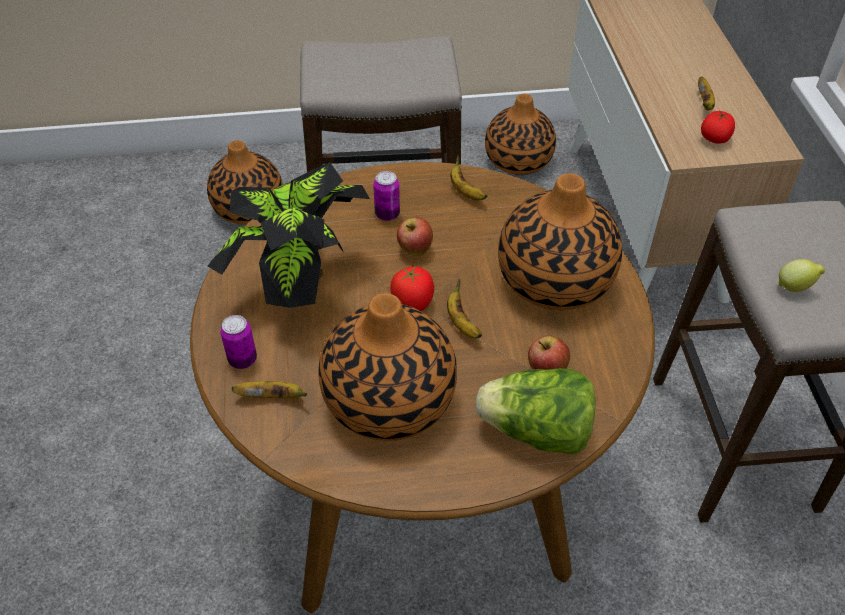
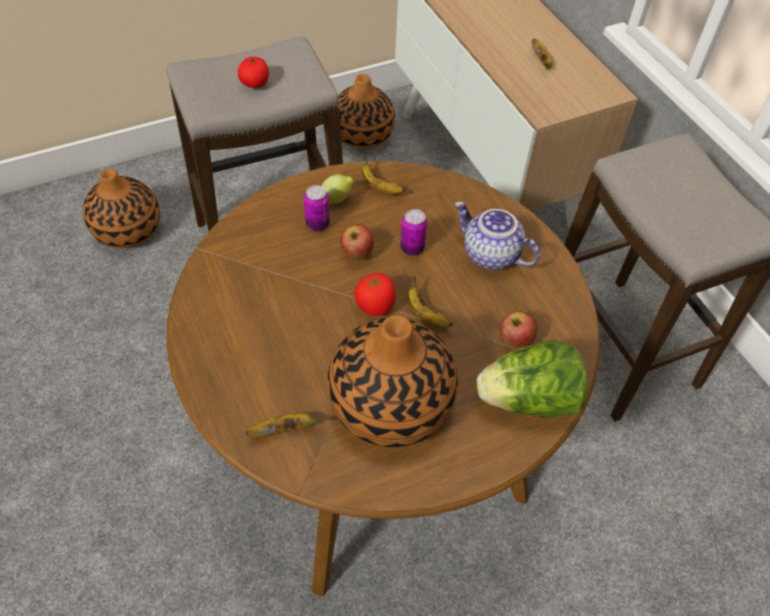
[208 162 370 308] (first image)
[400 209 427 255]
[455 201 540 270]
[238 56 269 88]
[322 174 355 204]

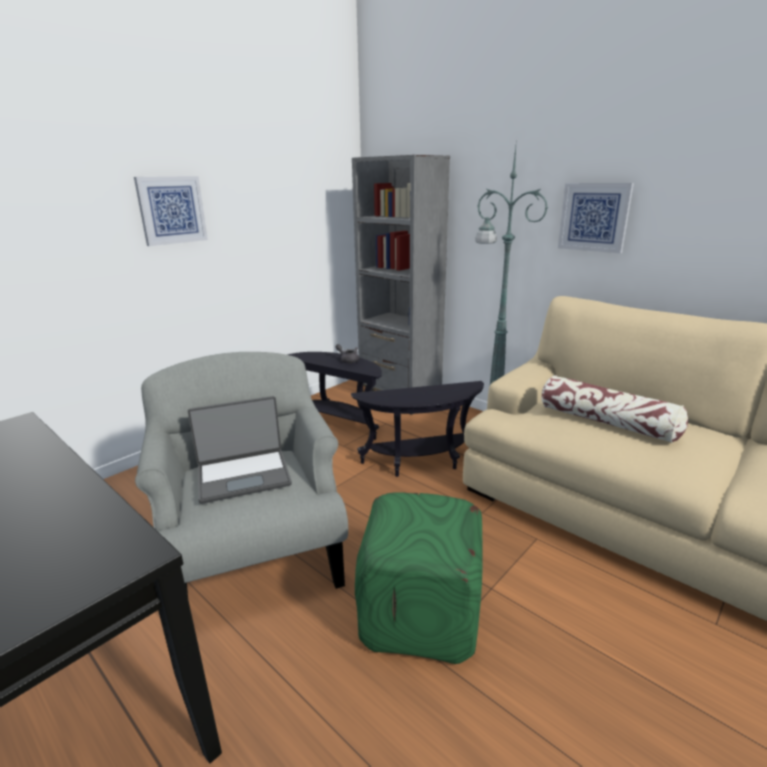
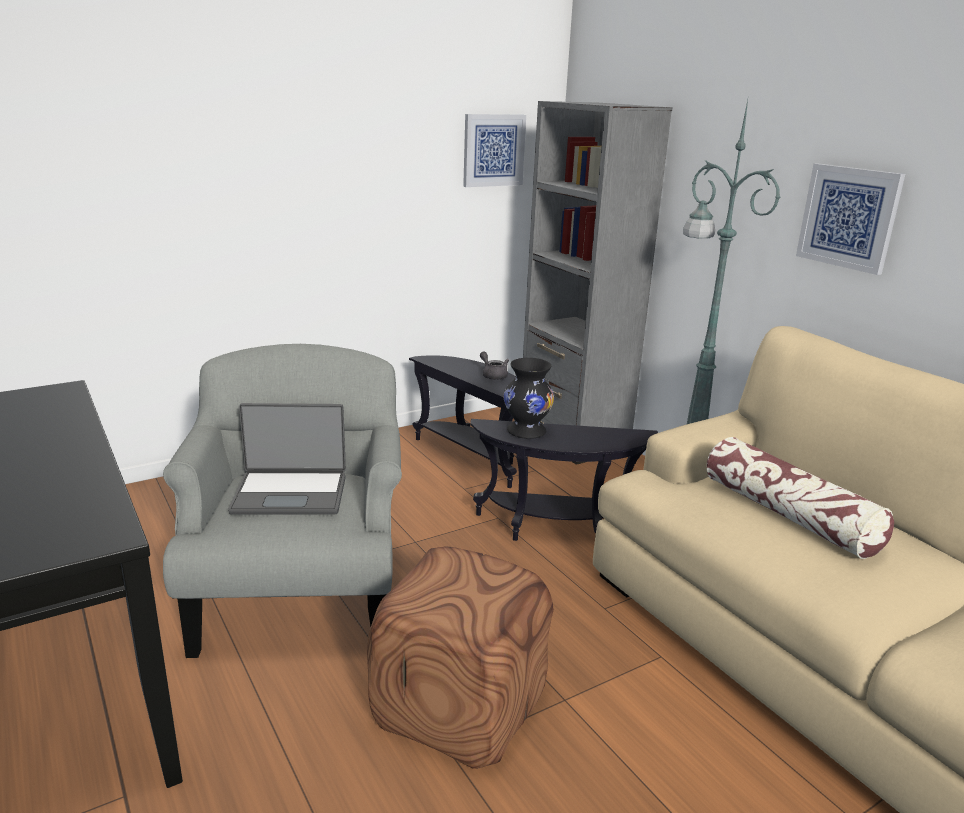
[463 114 526 187]
[367 547 554 769]
[504 358 554 439]

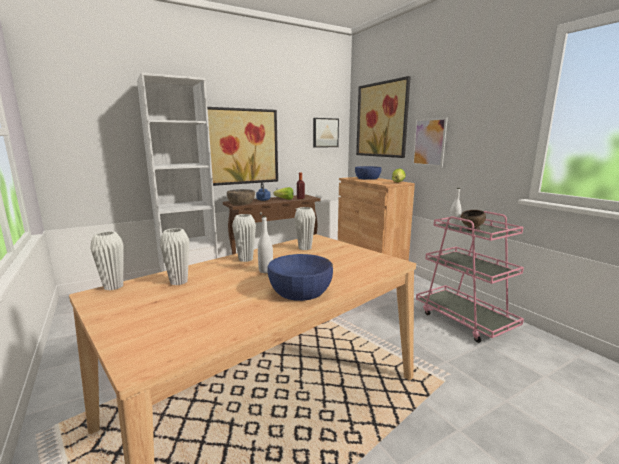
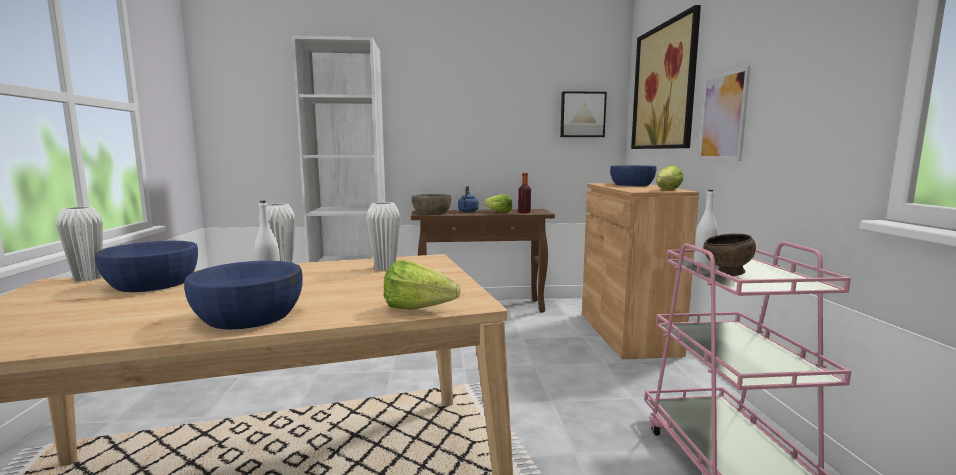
[95 241 198 292]
[207 107 278 186] (first image)
[384 260 461 310]

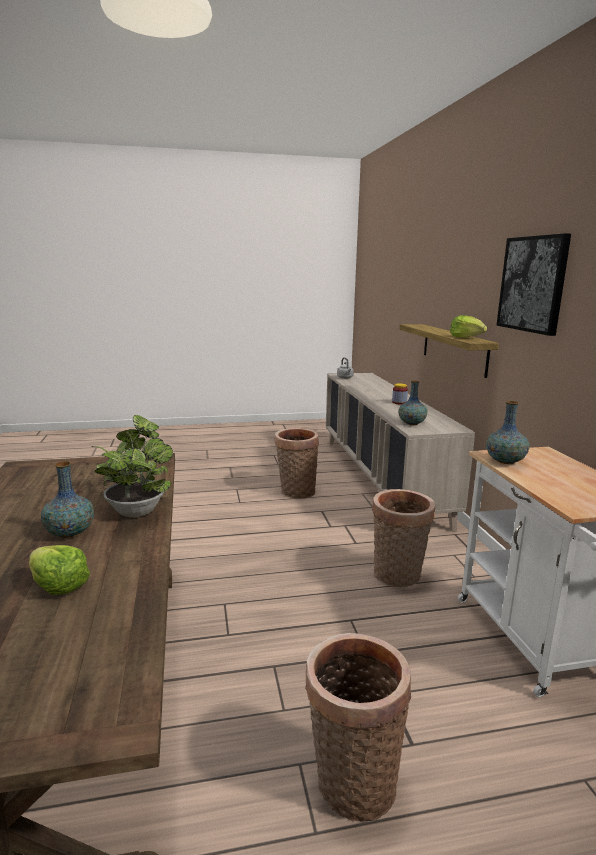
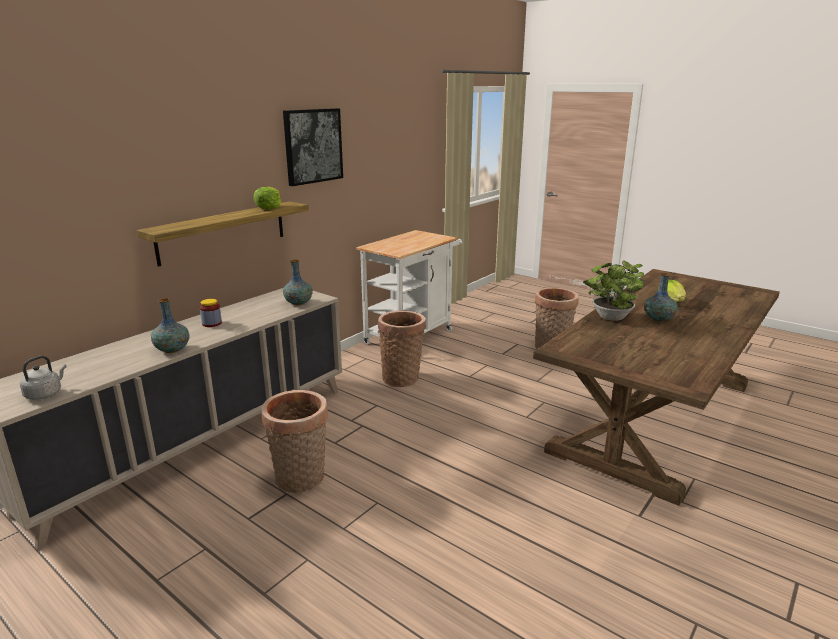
[151 298 189 353]

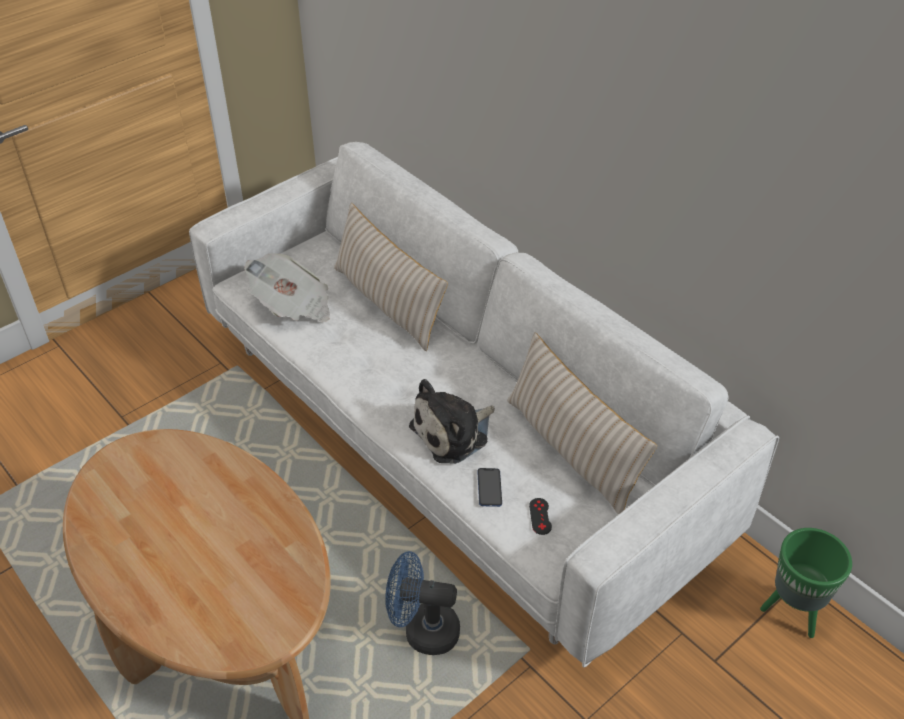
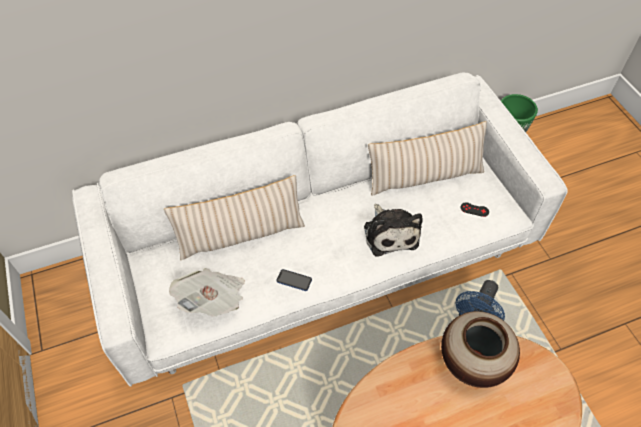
[277 269 312 291]
[441 311 520 388]

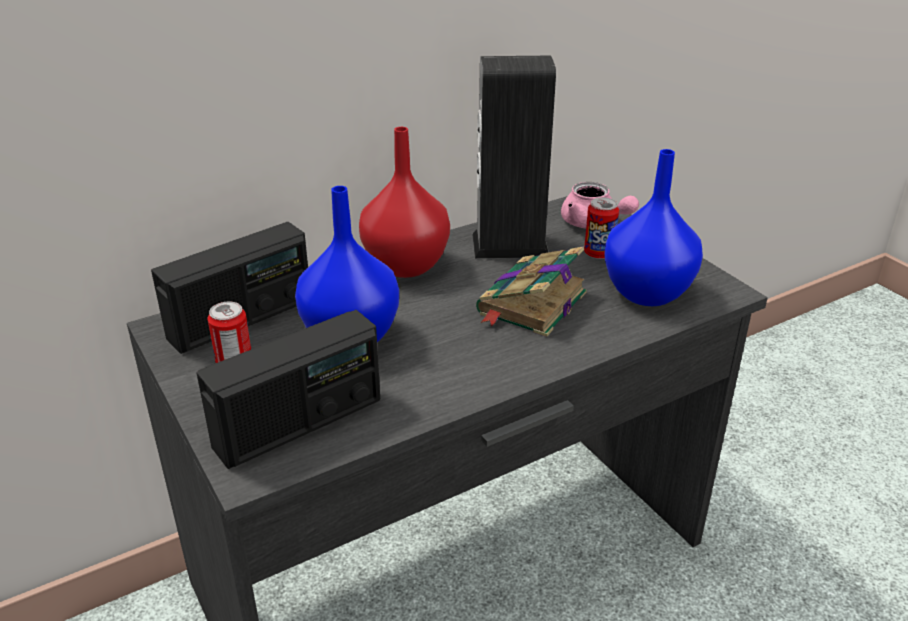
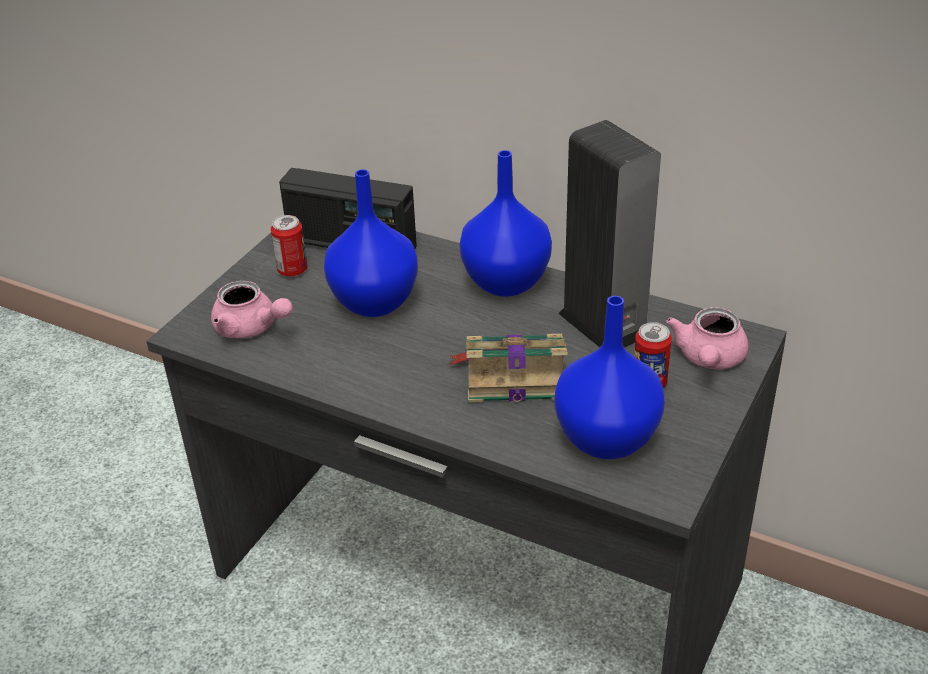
[211 281 293 338]
[459 150 552 297]

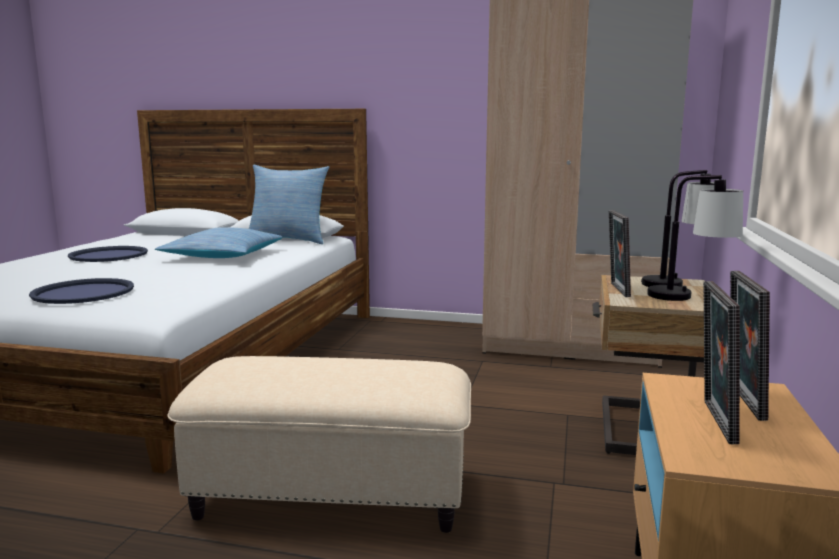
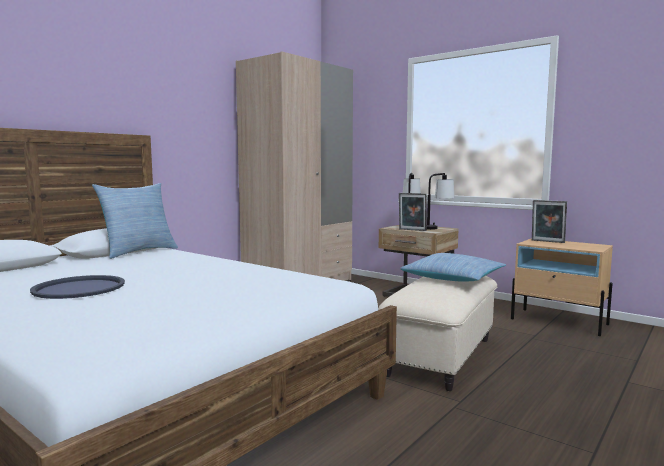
[29 278 134 304] (first image)
[400 253 506 282]
[703 281 740 445] (first image)

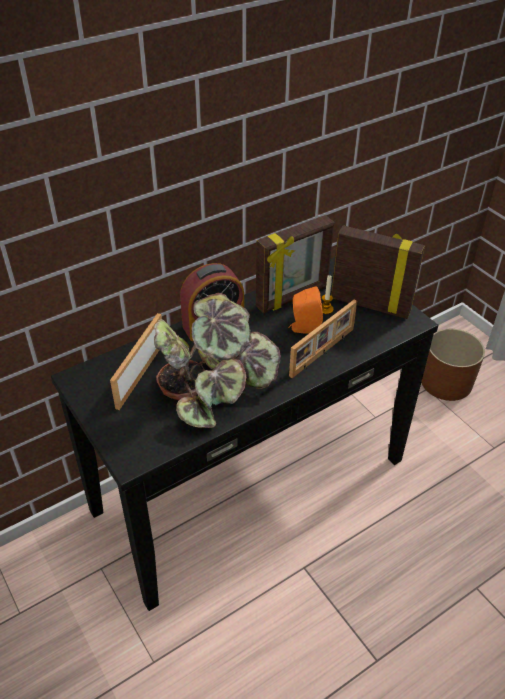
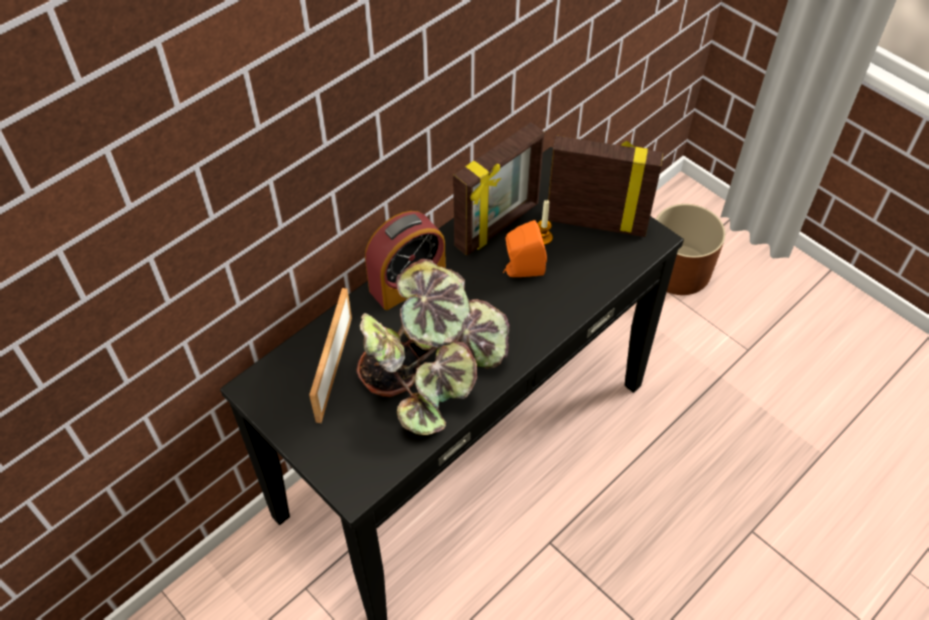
[289 299 357 378] (first image)

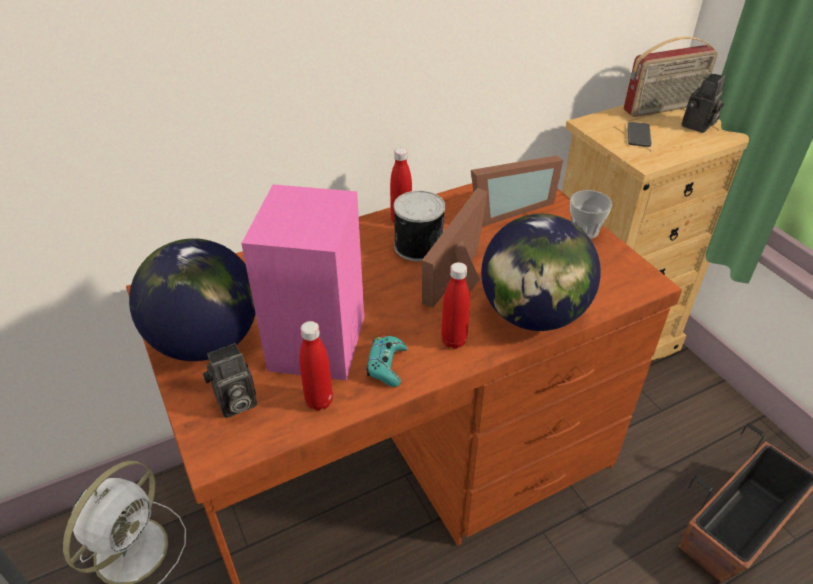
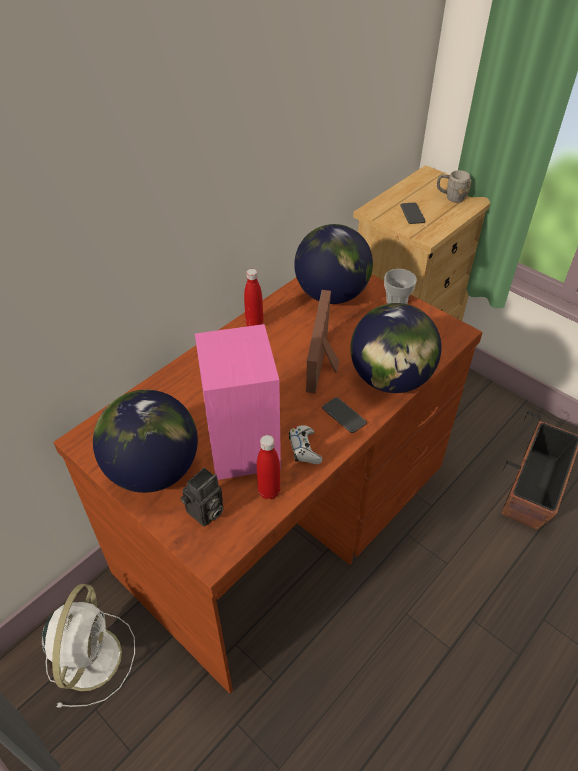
[289 425 322 464]
[394 191 445 262] (first image)
[322 397 367 433]
[294 224 373 304]
[624 36 718 117] (first image)
[437 170 471 203]

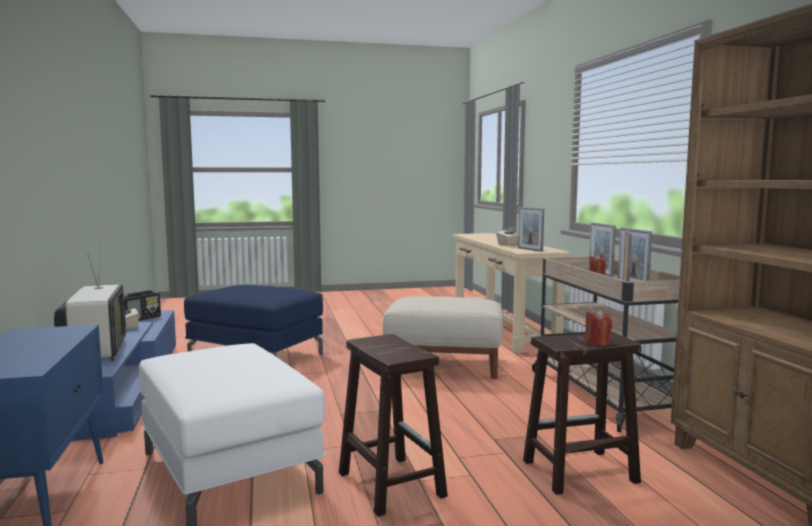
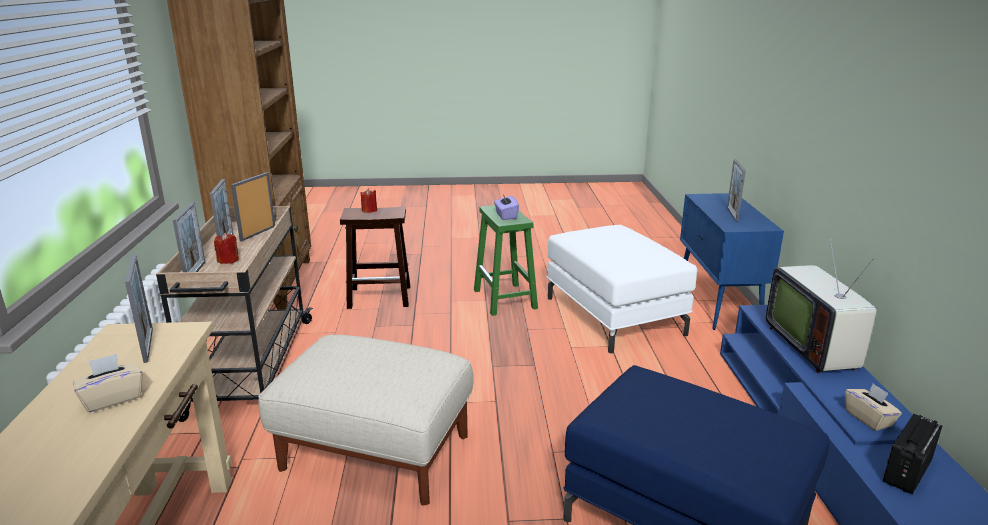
[474 205 538 316]
[494 194 519 220]
[727 159 746 222]

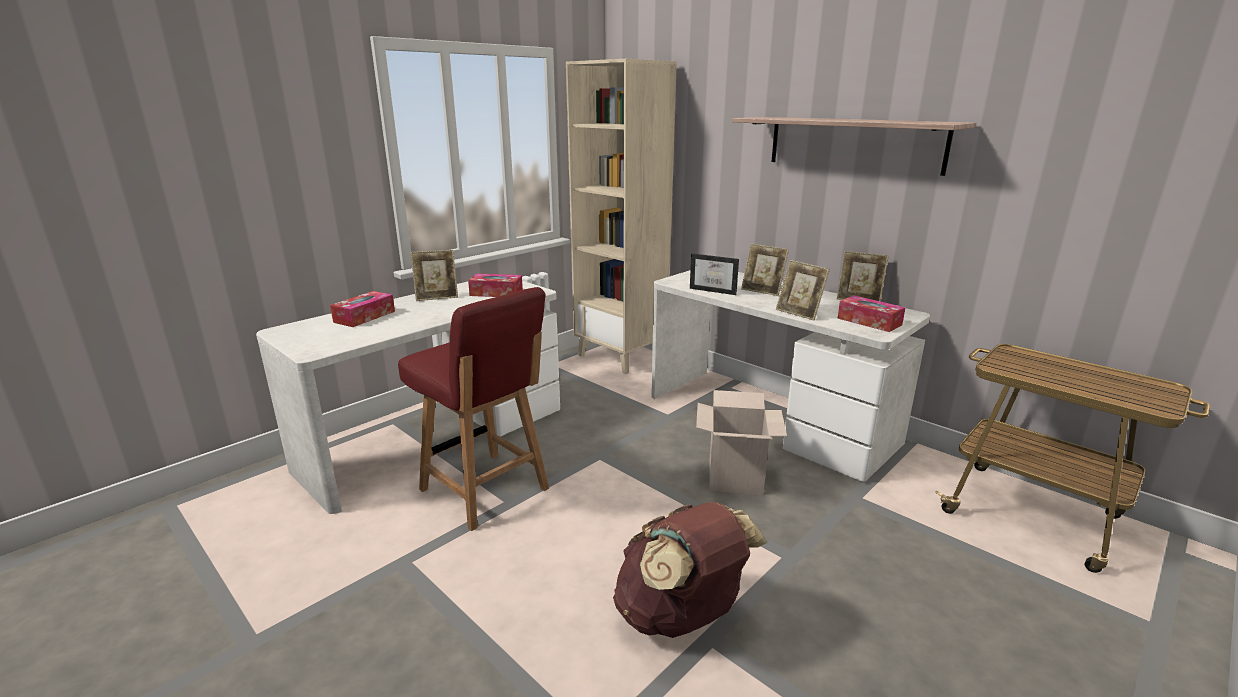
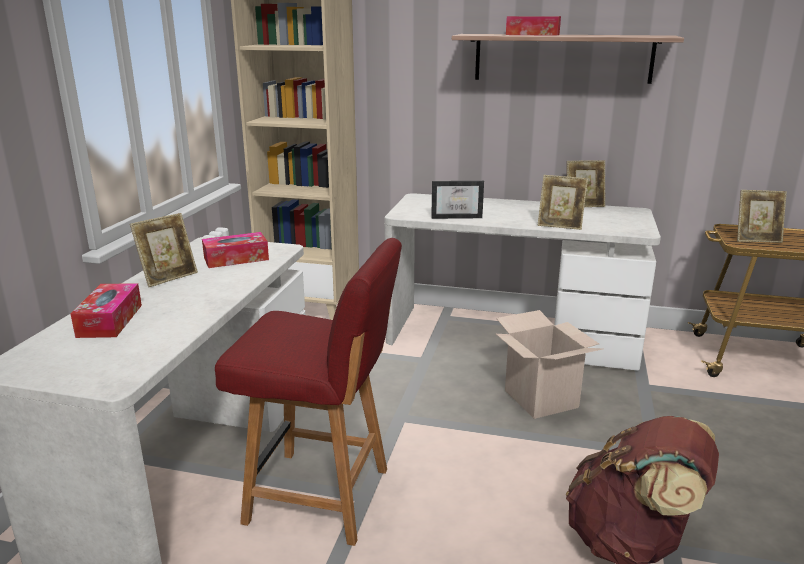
[737 190 787 243]
[506 16 561 36]

